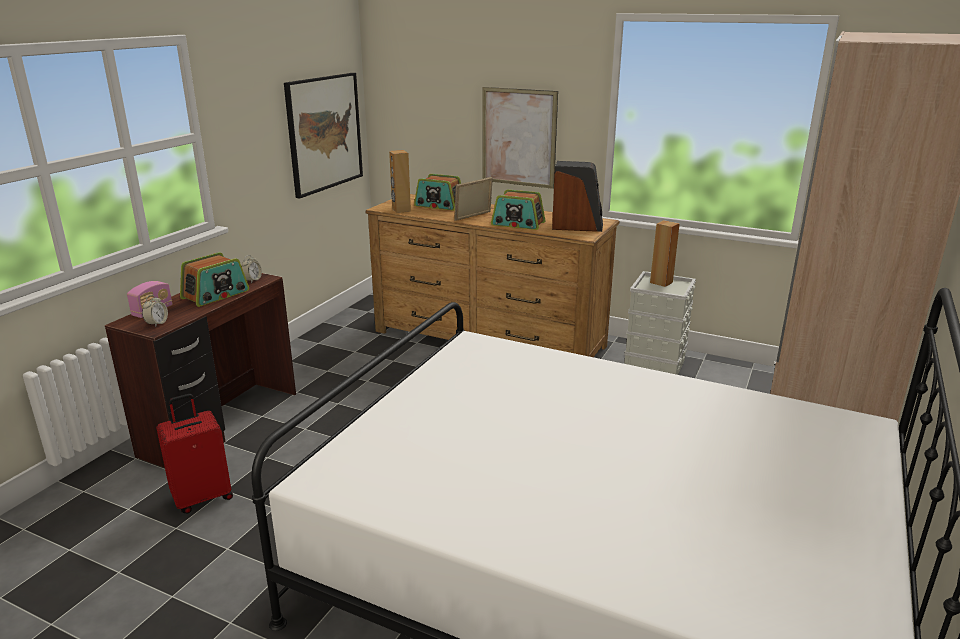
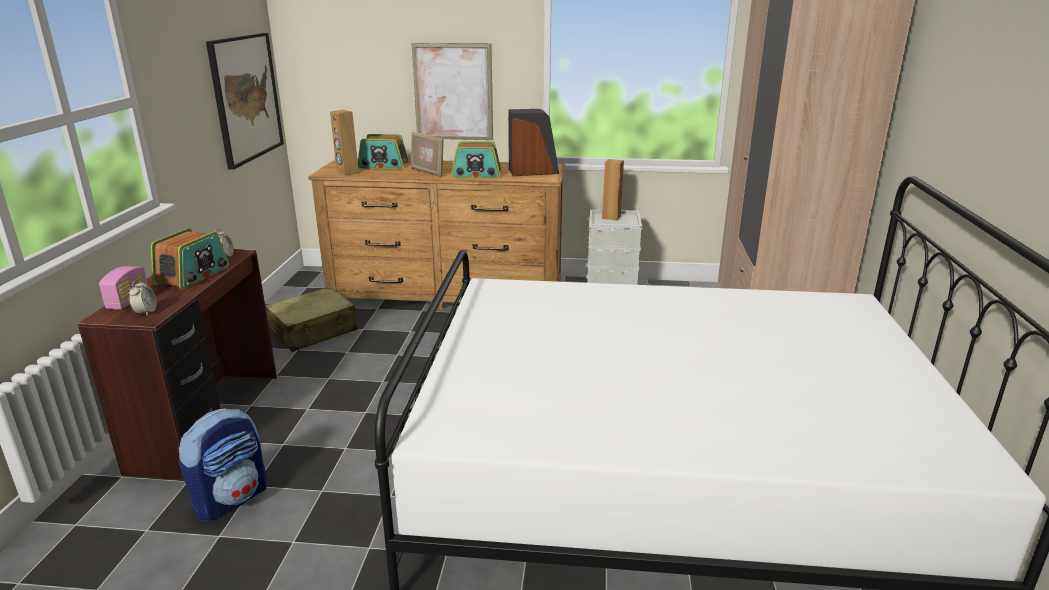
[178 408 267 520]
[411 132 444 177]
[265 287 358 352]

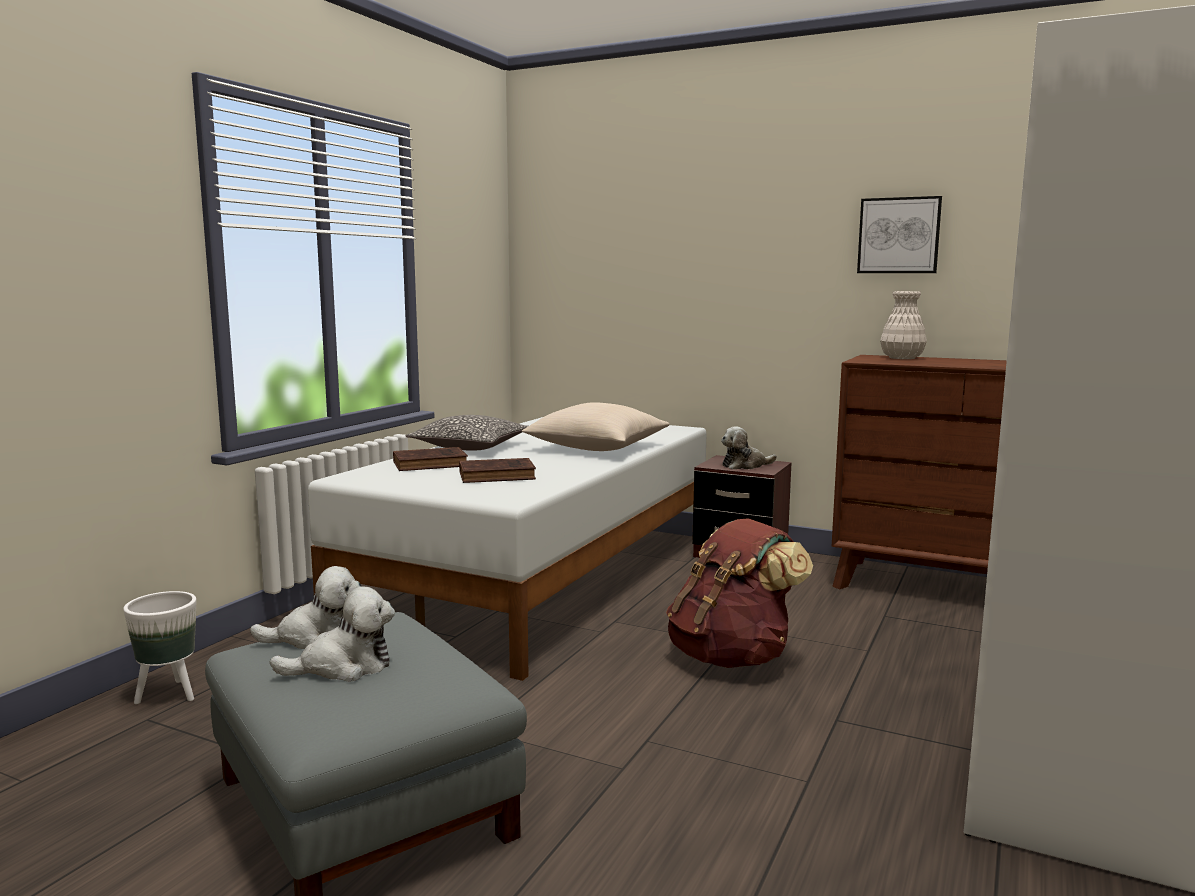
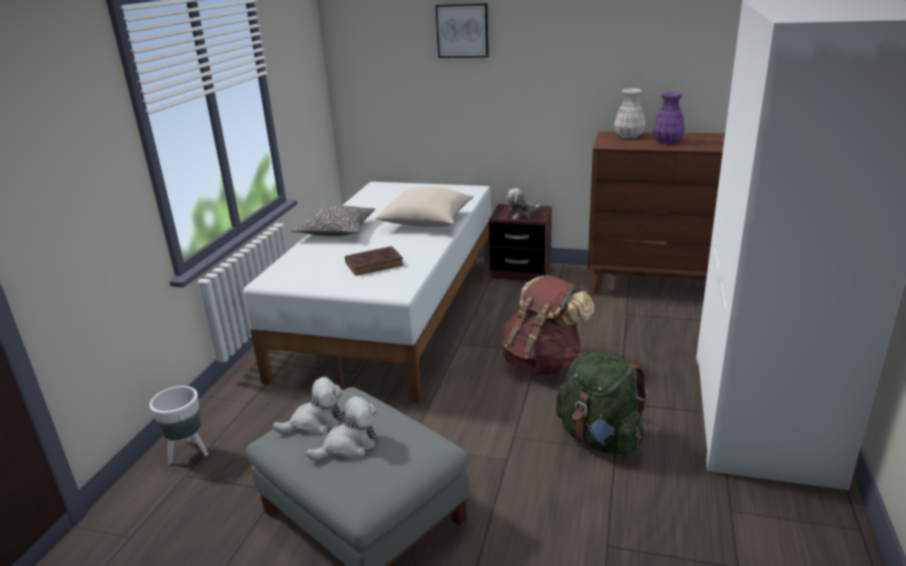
[393 447 468 471] (first image)
[436 3 489 58]
[556 350 648 456]
[652 92 685 144]

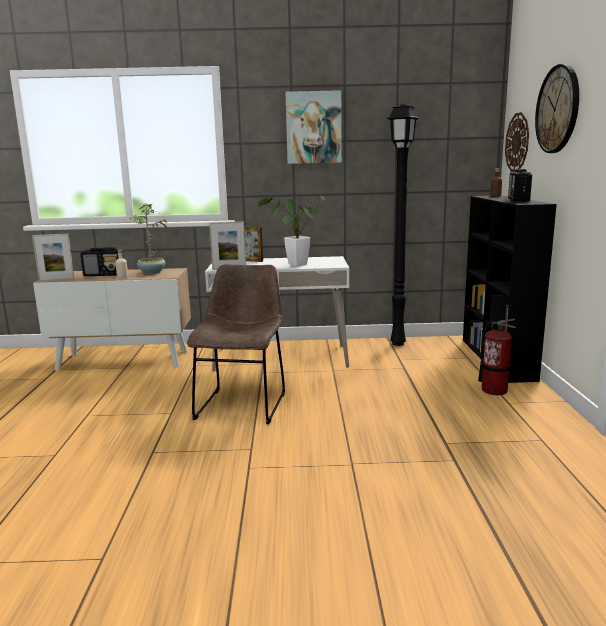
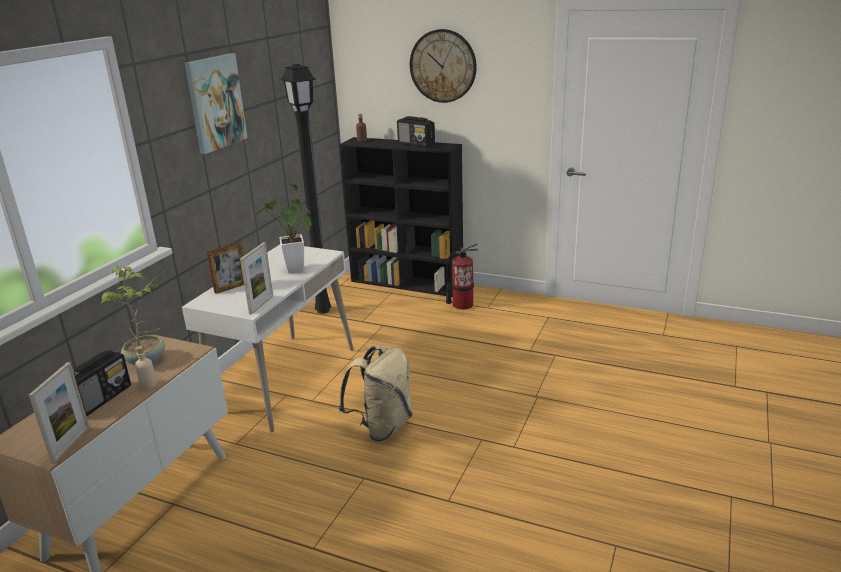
[339 345 413 441]
[505 112 529 172] (first image)

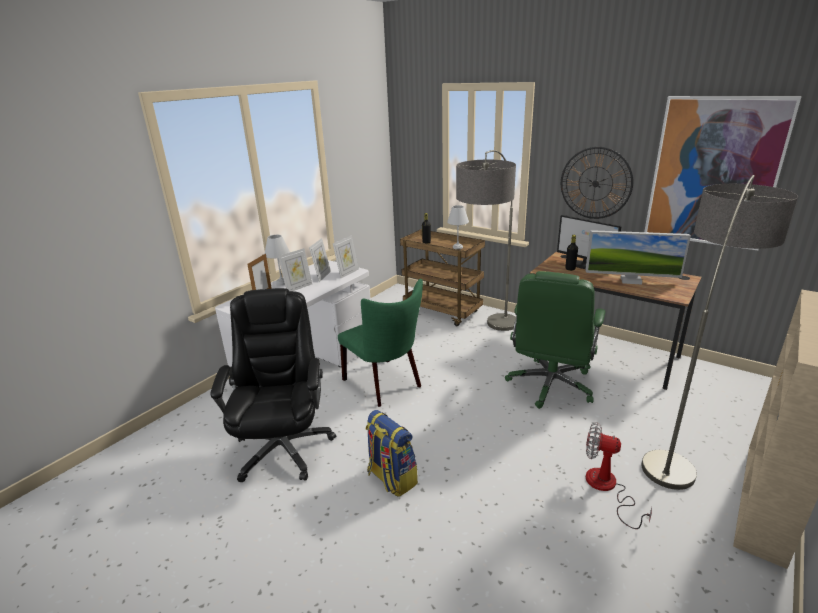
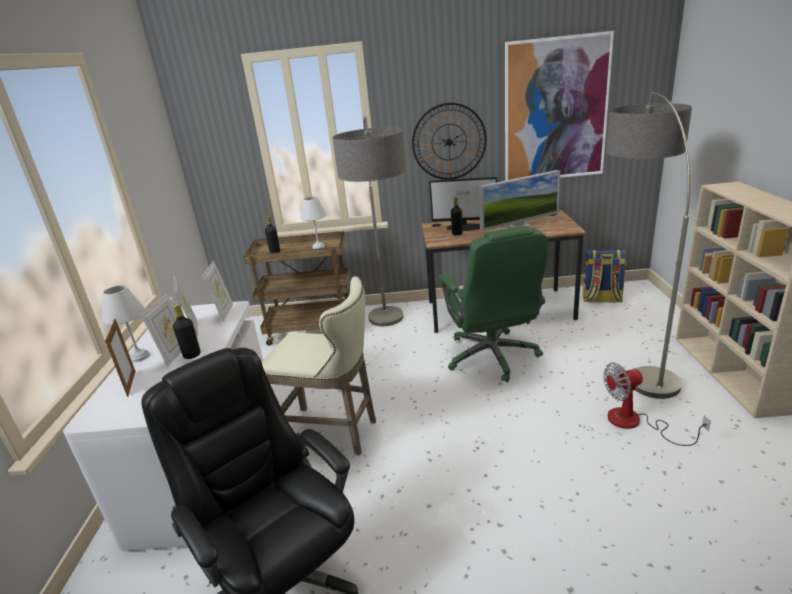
[262 276 376 456]
[583 250 626 302]
[173 304 200 359]

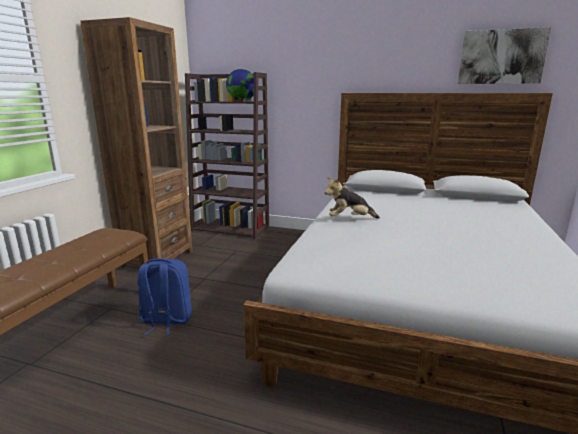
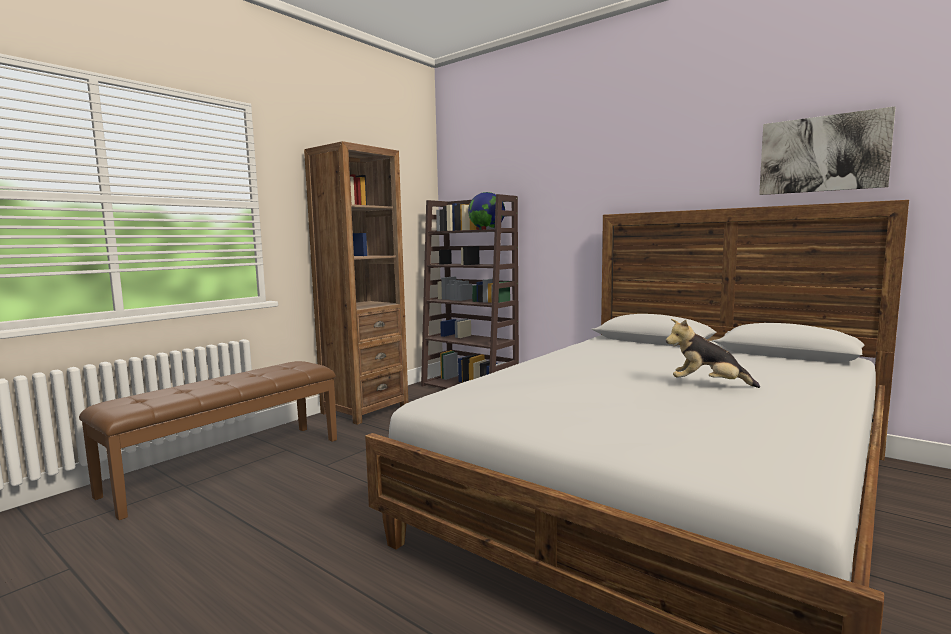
[137 258 192 336] (first image)
[666 319 760 388]

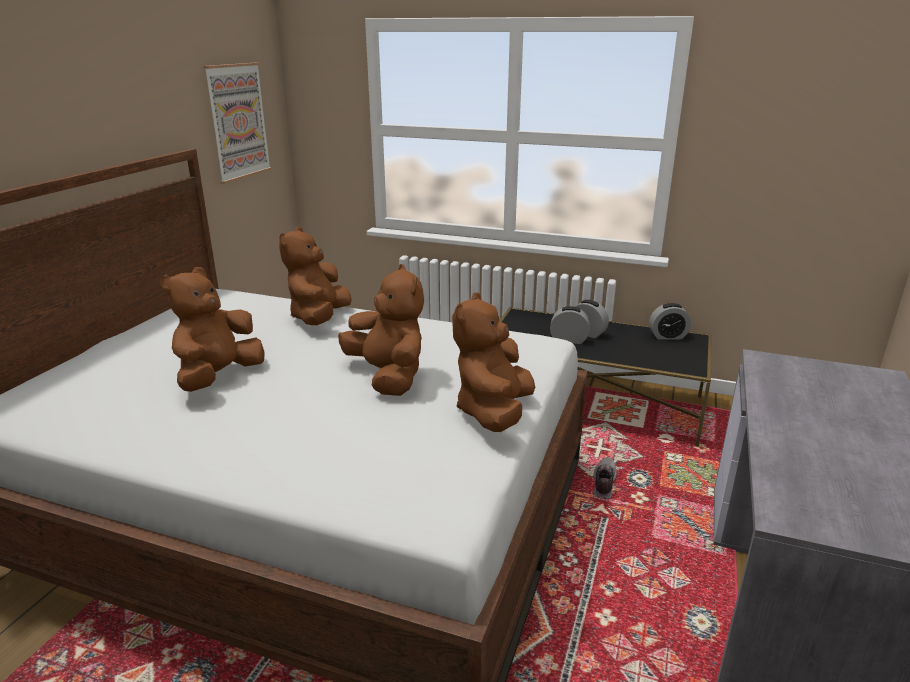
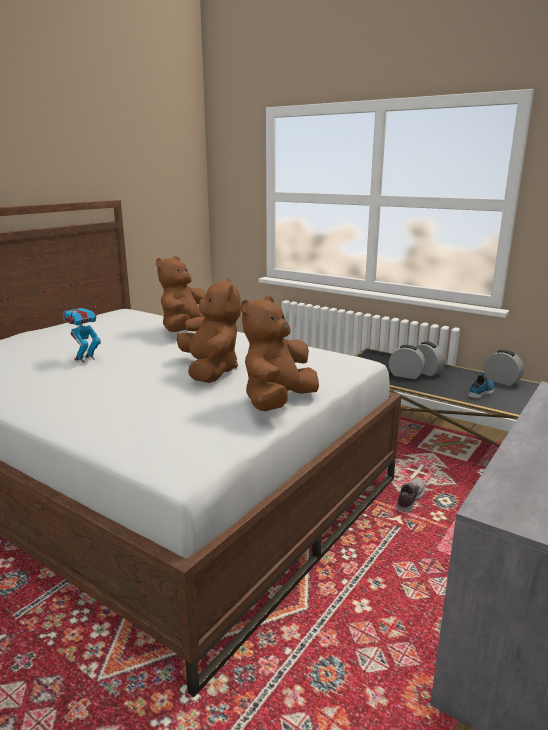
[63 304 101 362]
[203 63 272 184] (first image)
[484 350 524 386]
[468 373 495 399]

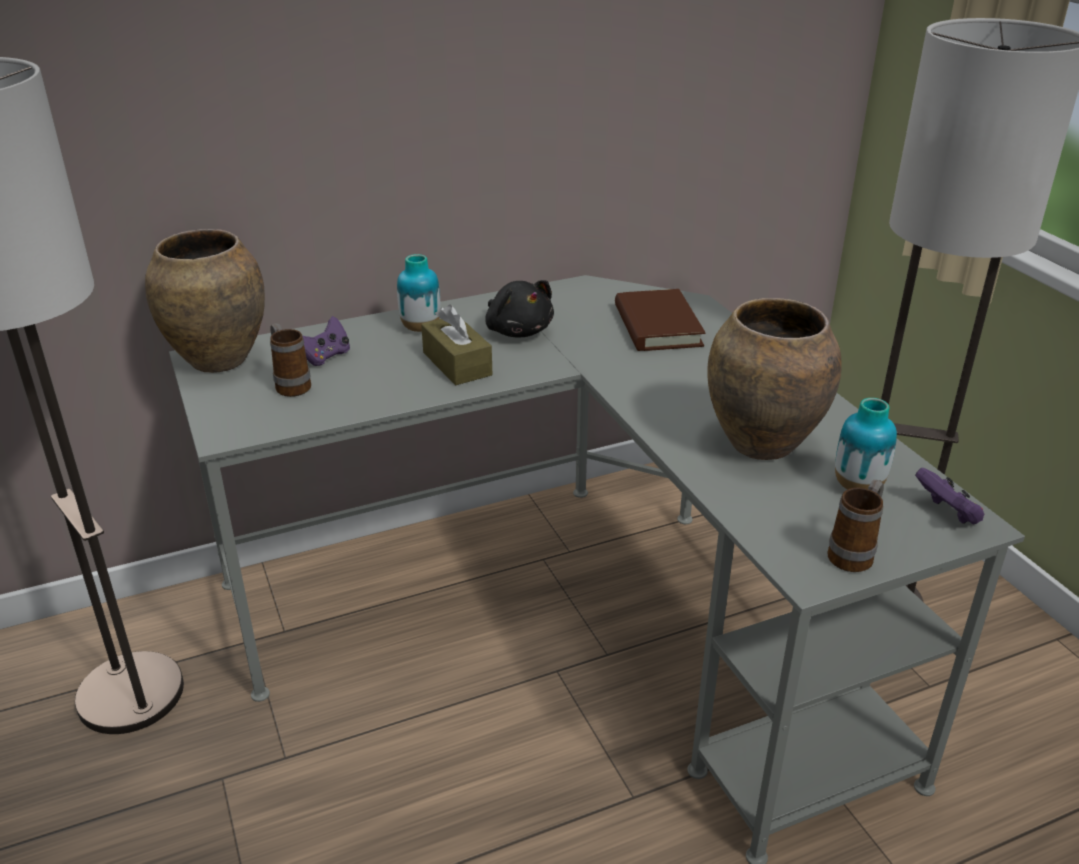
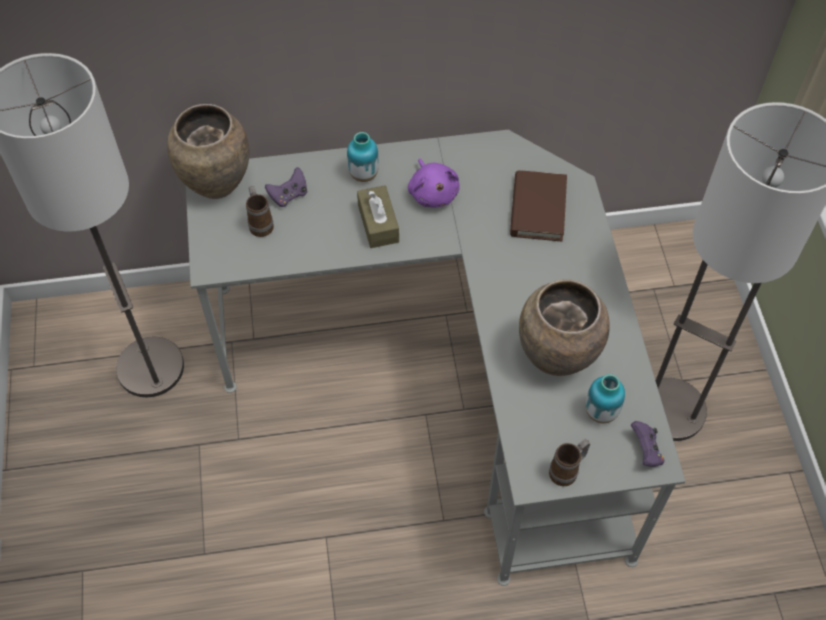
[408 158 460 208]

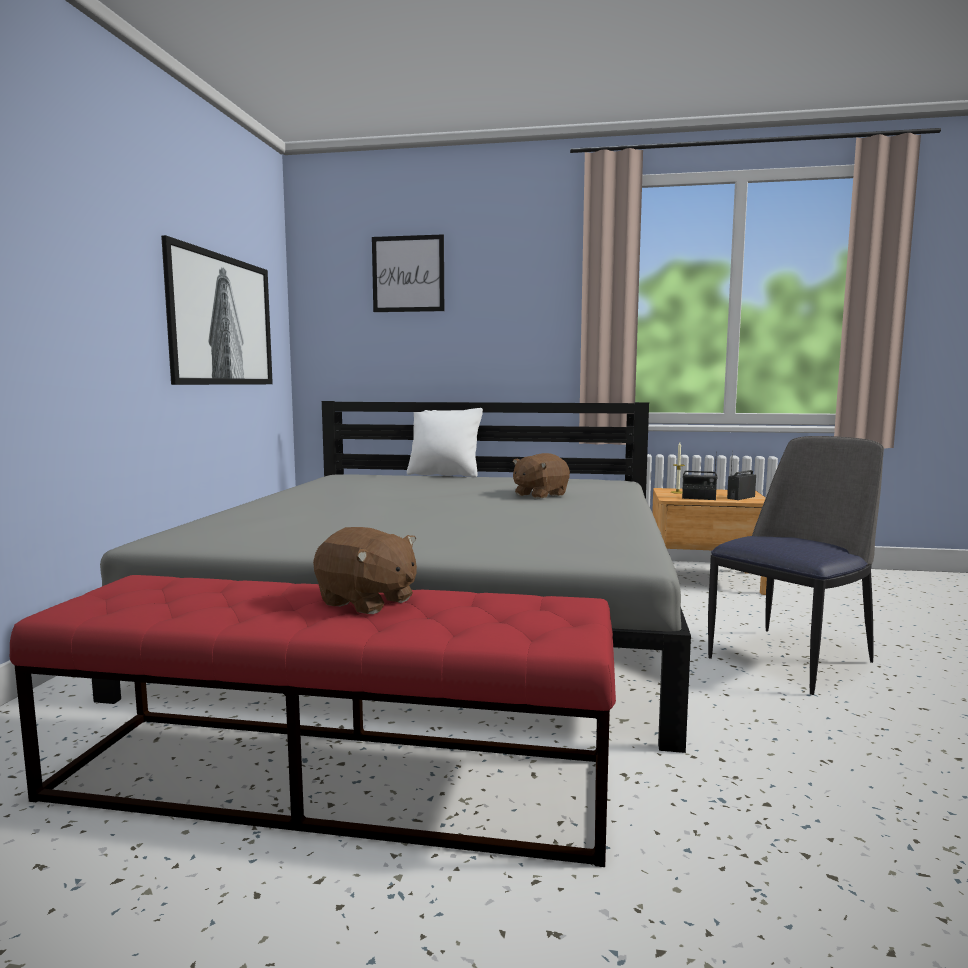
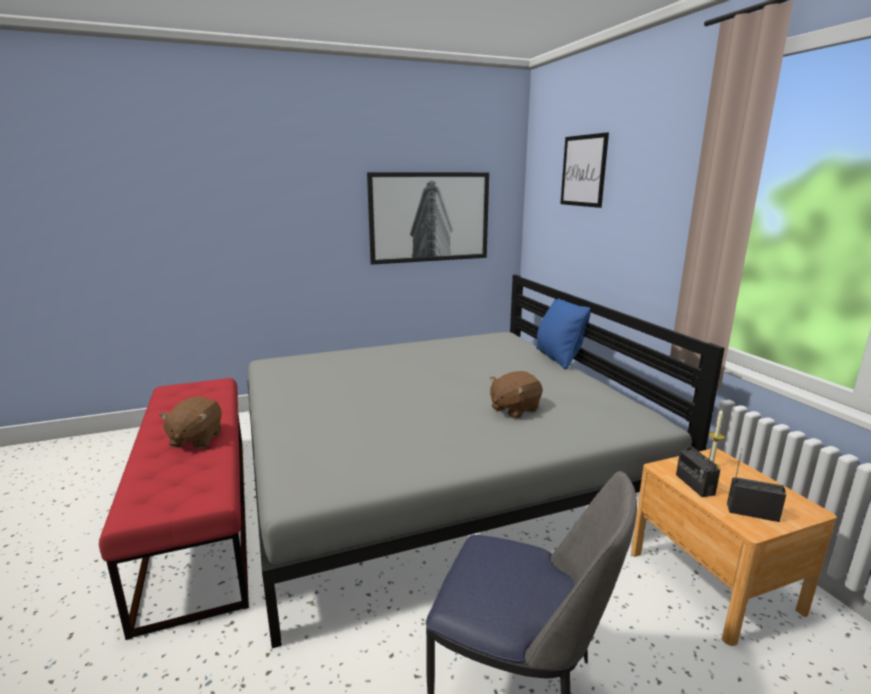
[536 299 591 369]
[490 371 543 418]

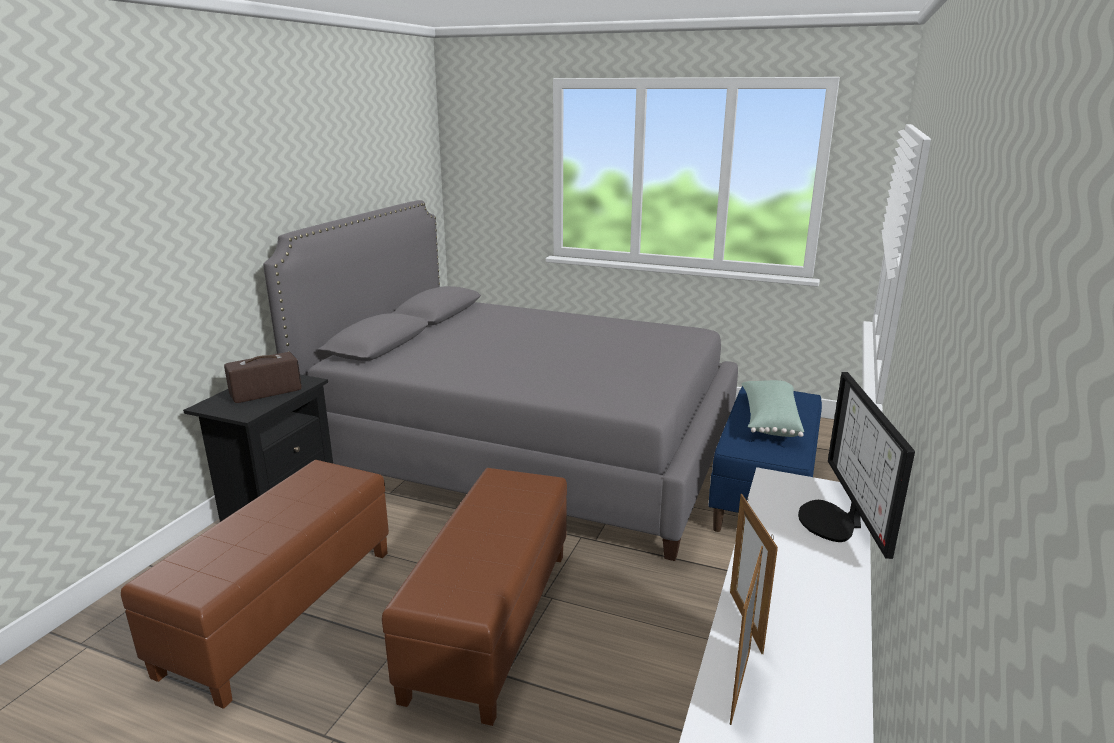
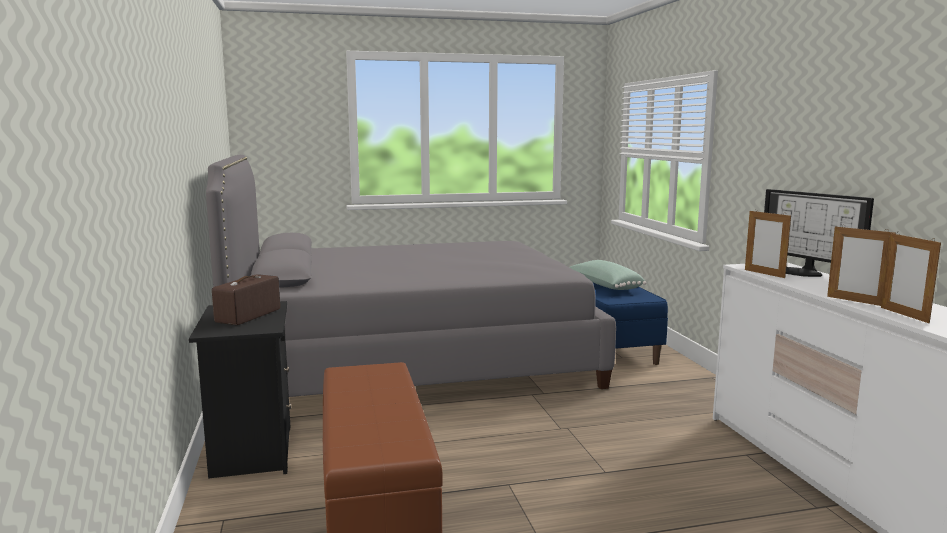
[382 468 567 726] (first image)
[745 209 791 278]

